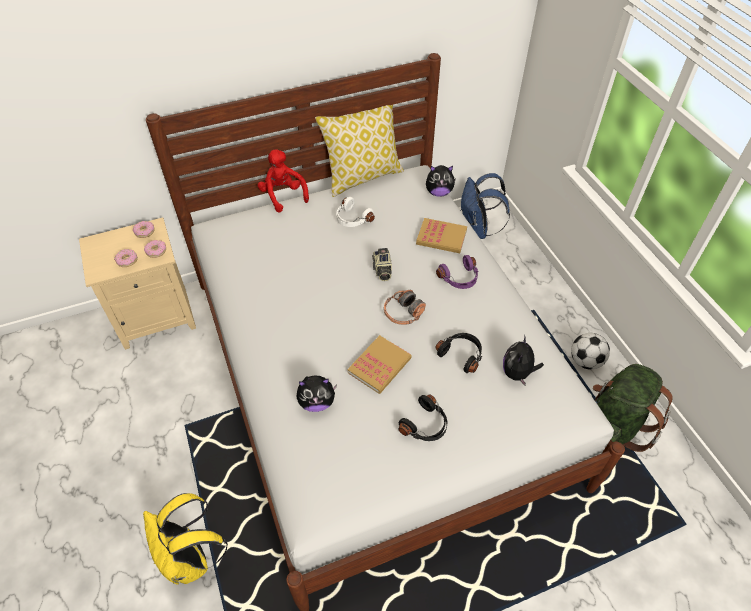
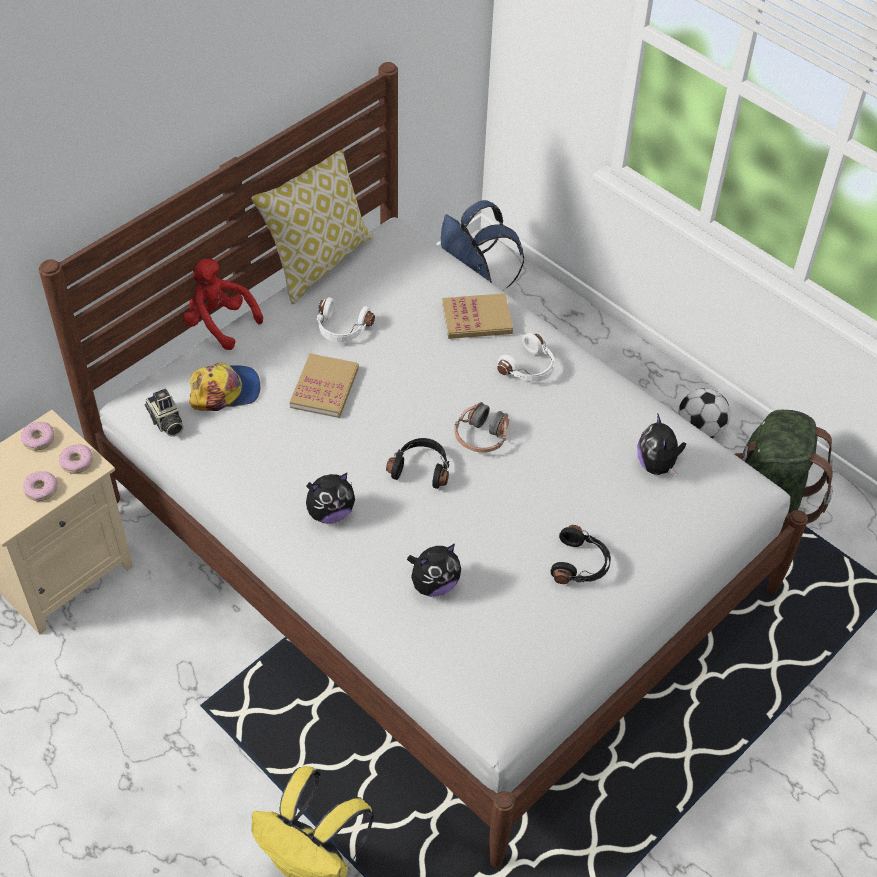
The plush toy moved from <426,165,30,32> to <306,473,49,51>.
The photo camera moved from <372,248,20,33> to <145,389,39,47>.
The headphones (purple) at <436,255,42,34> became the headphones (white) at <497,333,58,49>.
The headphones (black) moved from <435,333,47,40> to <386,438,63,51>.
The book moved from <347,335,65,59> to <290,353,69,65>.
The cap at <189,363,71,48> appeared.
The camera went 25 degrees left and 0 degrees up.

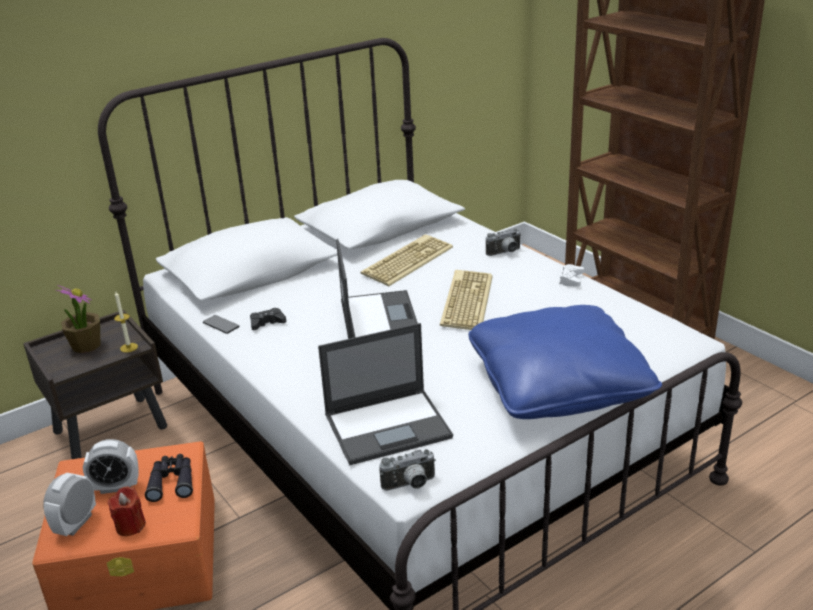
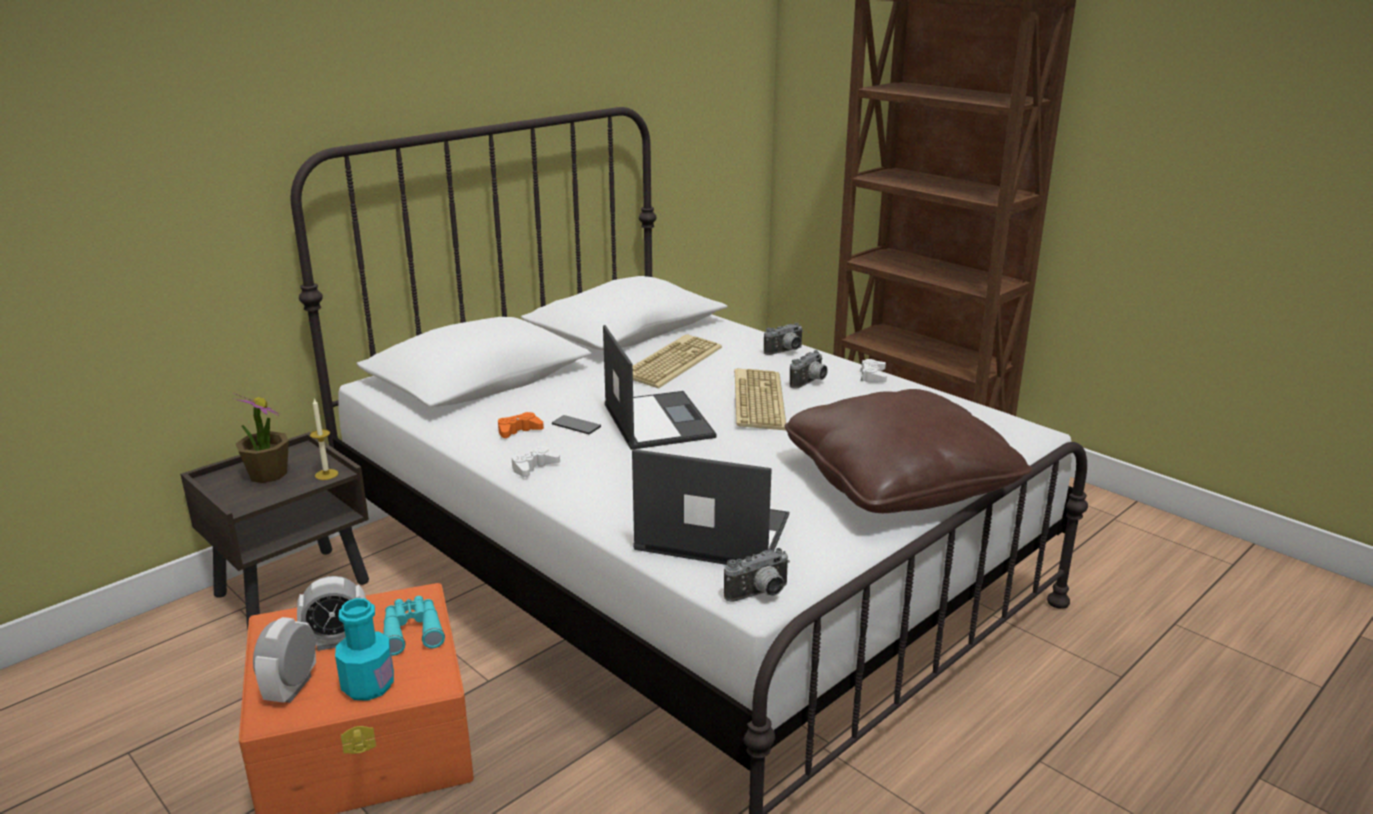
The pillow (blue) at <469,305,193,114> became the pillow (brown) at <785,389,247,124>.
The game controller (black) at <250,308,36,22> became the game controller (orange) at <498,412,46,26>.
The phone moved from <203,315,37,19> to <552,415,49,19>.
The laptop at <318,323,135,142> turned 135 degrees counterclockwise.
The binoculars (black) at <145,454,48,48> became the binoculars (turquoise) at <383,596,62,60>.
The candle (red) at <108,486,38,50> was replaced by the bottle (turquoise) at <335,598,59,103>.
The photo camera at <790,350,38,39> appeared.
The game controller (white) at <512,446,48,31> appeared.
The camera went 10 degrees left and 5 degrees down.

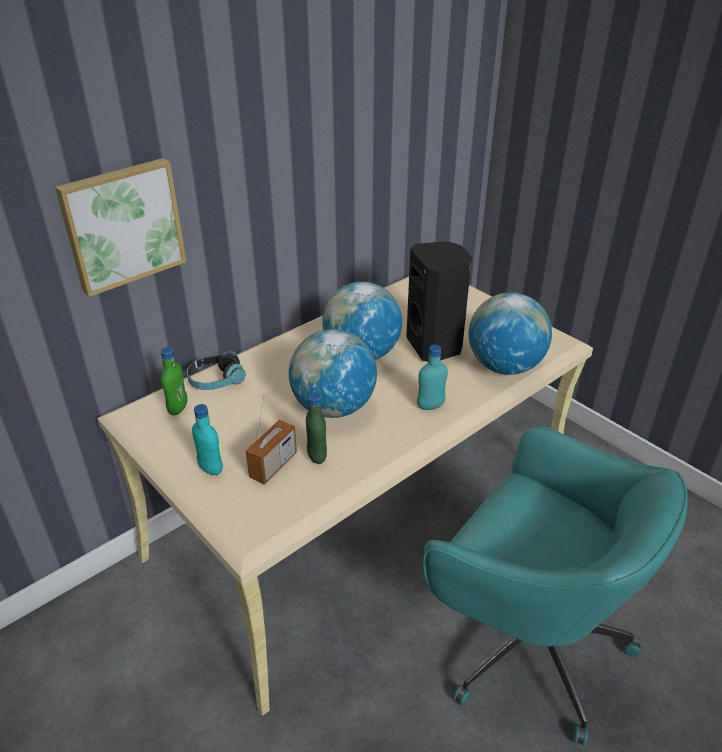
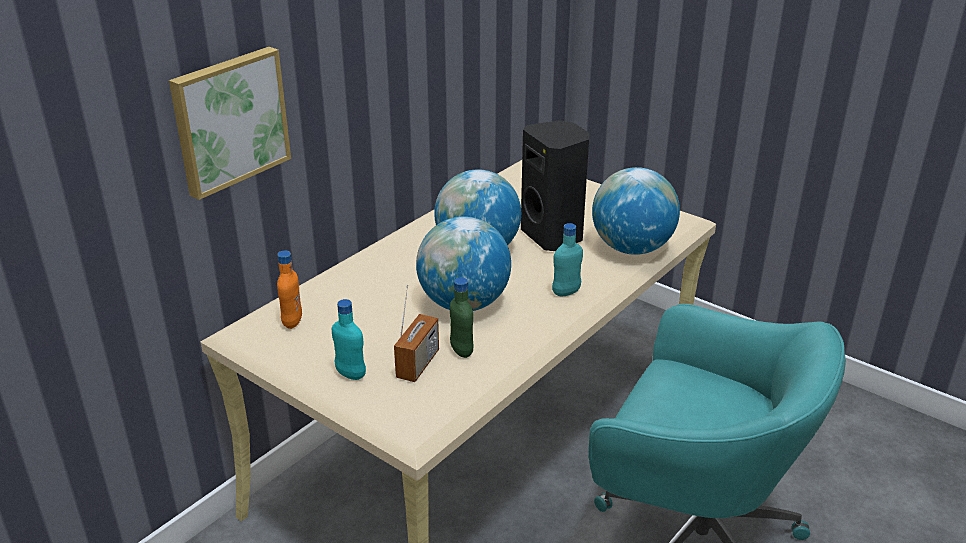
The bottle (green) at <161,347,26,68> became the bottle (orange) at <277,251,25,78>.
The headphones at <187,351,59,39> disappeared.
The camera went 10 degrees left and 5 degrees down.

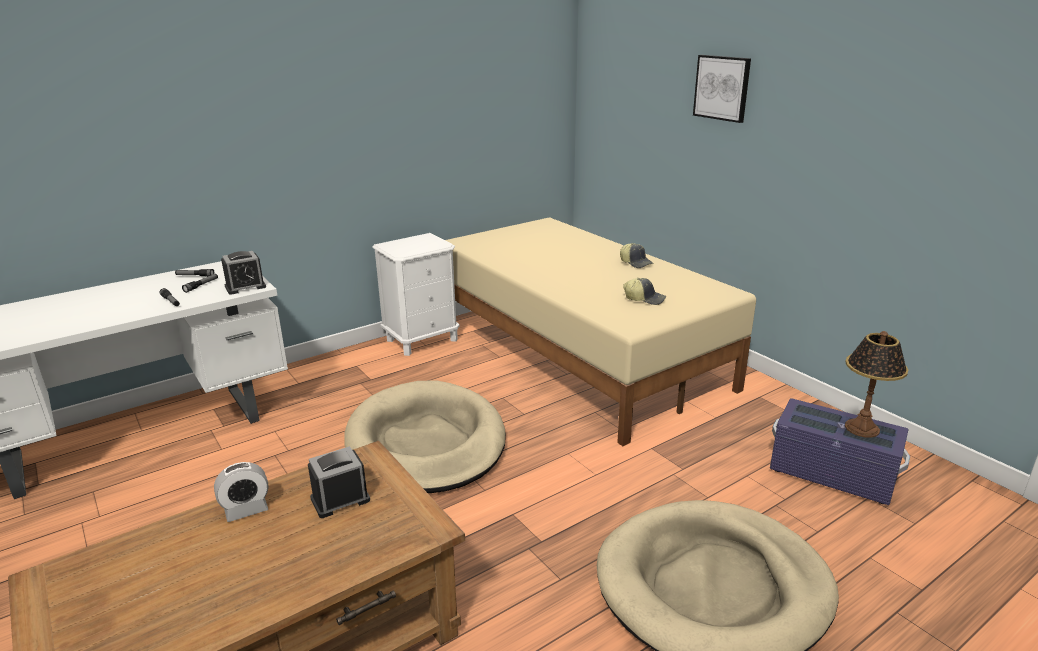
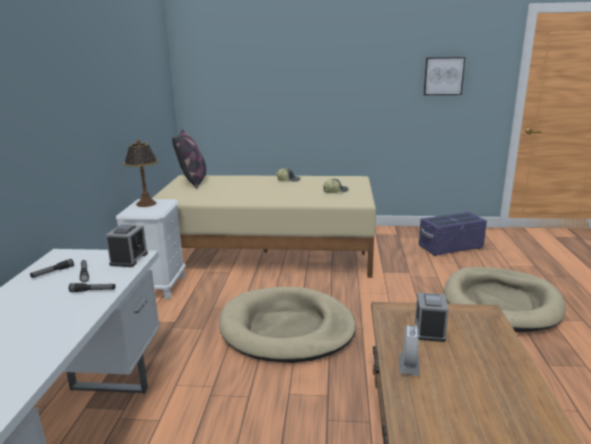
The picture moved from <693,55,58,68> to <424,57,41,38>.
The table lamp moved from <845,331,63,107> to <123,140,35,67>.
The pillow at <172,129,34,60> appeared.
The camera went 50 degrees left and 5 degrees down.

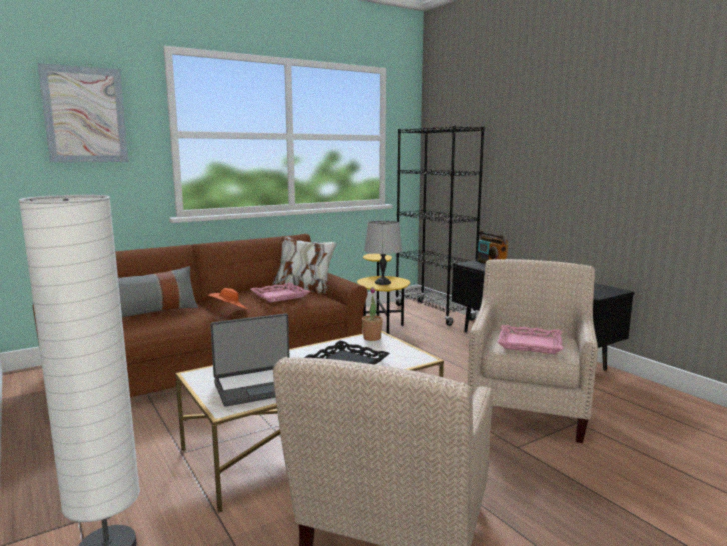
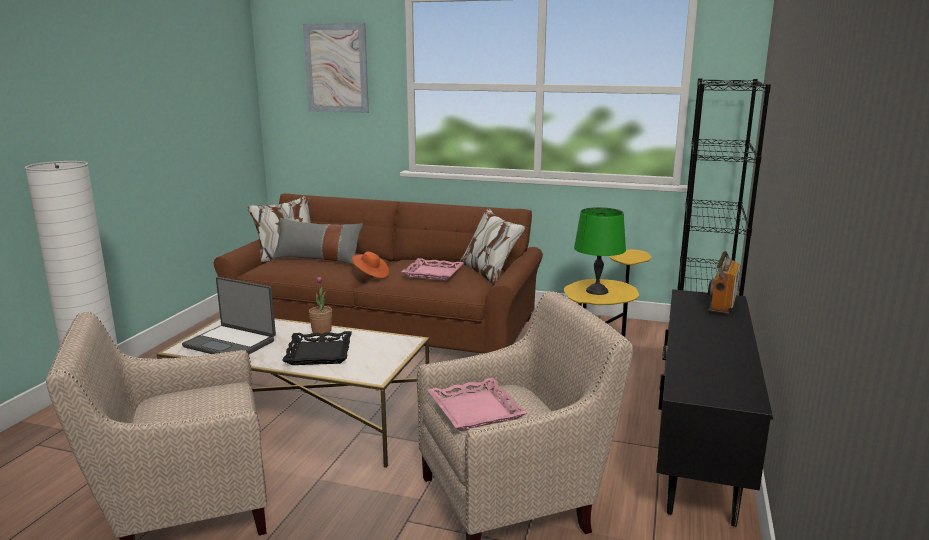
The table lamp (grey) at <364,221,38,64> became the table lamp (green) at <574,207,52,88>.
The potted plant moved from <362,287,21,54> to <309,277,23,57>.
The camera went 50 degrees right and 5 degrees up.

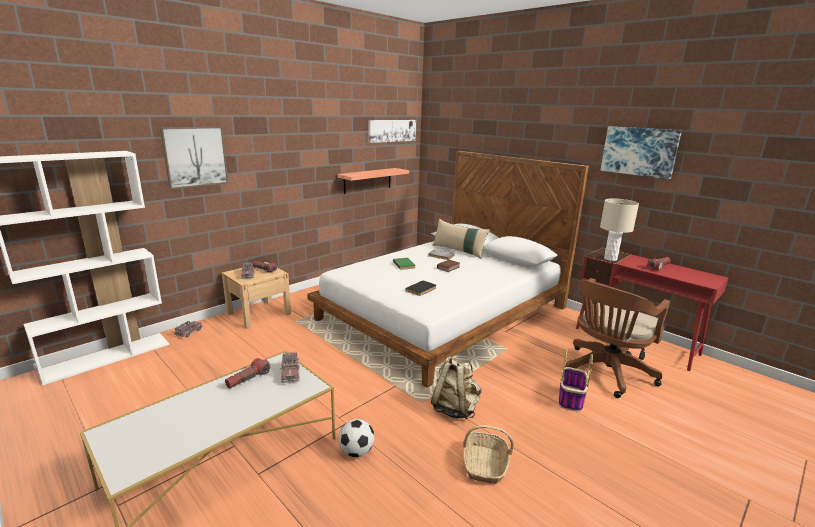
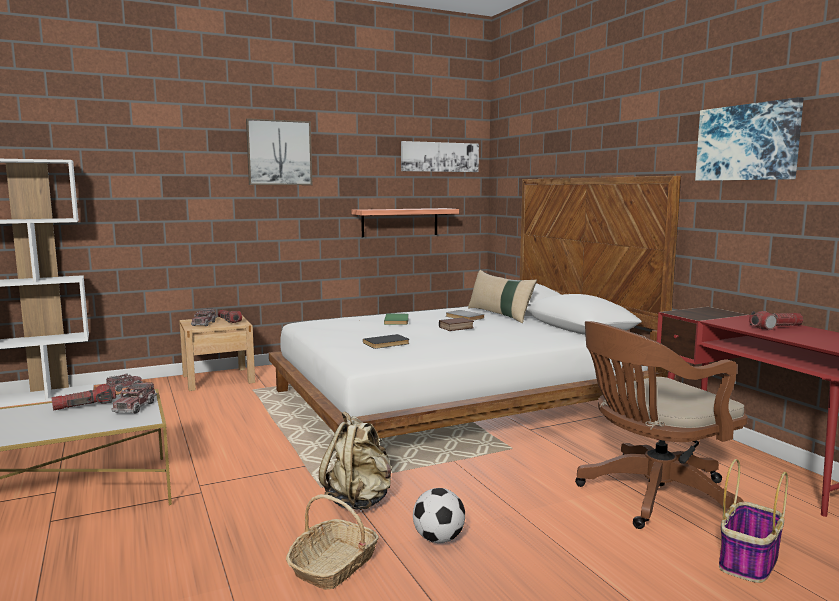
The picture moved from <160,127,68,62> to <246,118,66,67>.
The table lamp (beige) at <600,199,39,62> disappeared.
The basket moved from <559,348,34,64> to <719,459,69,124>.
The football moved from <339,419,35,38> to <413,488,52,55>.
The camera went 20 degrees right and 10 degrees down.

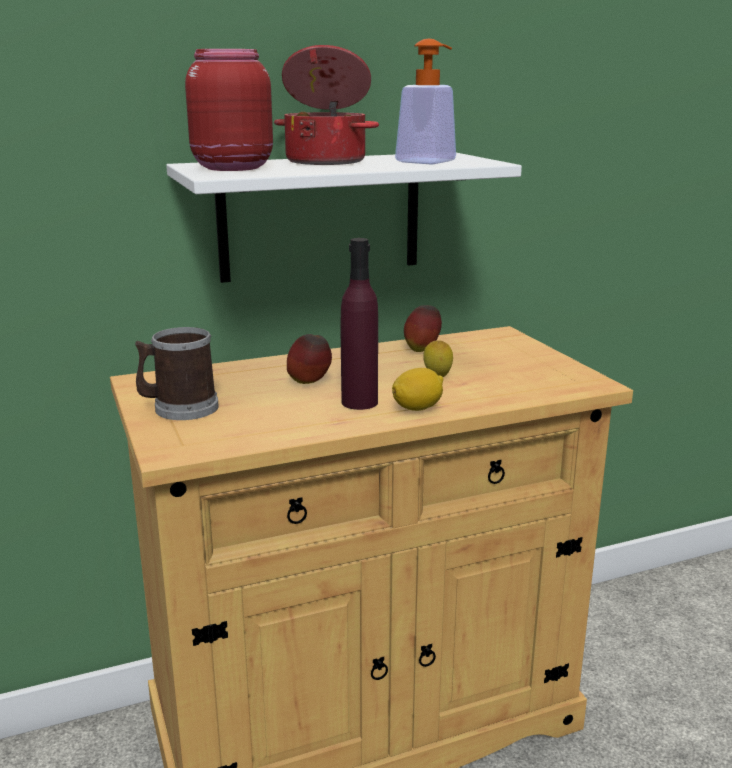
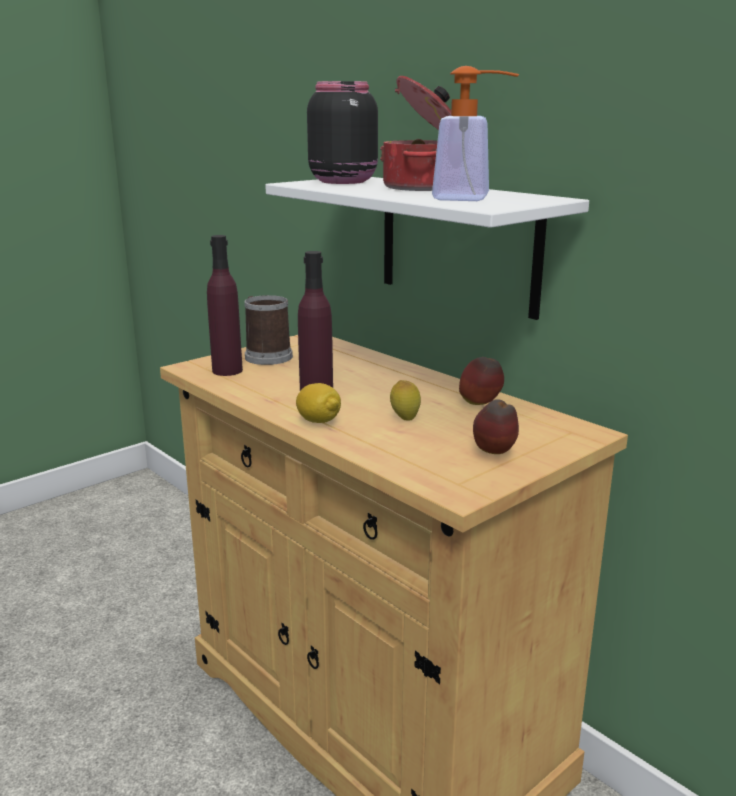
The jar (red) at <185,49,88,122> became the jar (black) at <307,81,71,103>.
The apple moved from <287,334,45,50> to <473,399,46,55>.
The bottle (purple) at <207,235,36,141> appeared.
The camera went 70 degrees right and 0 degrees up.

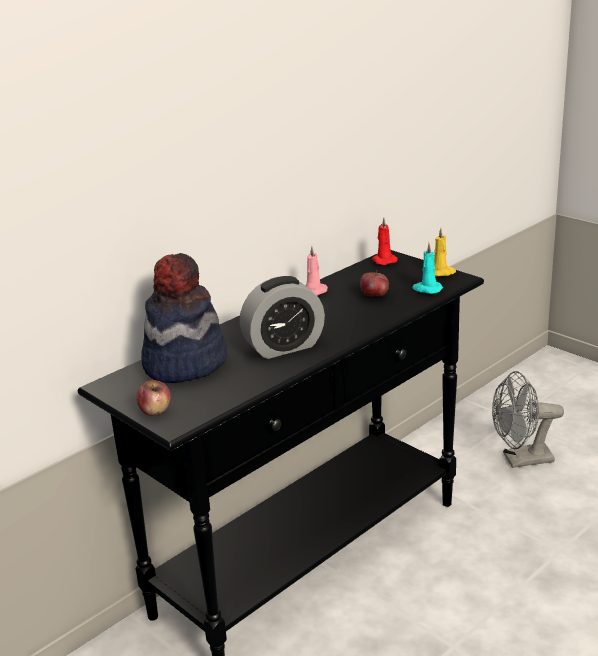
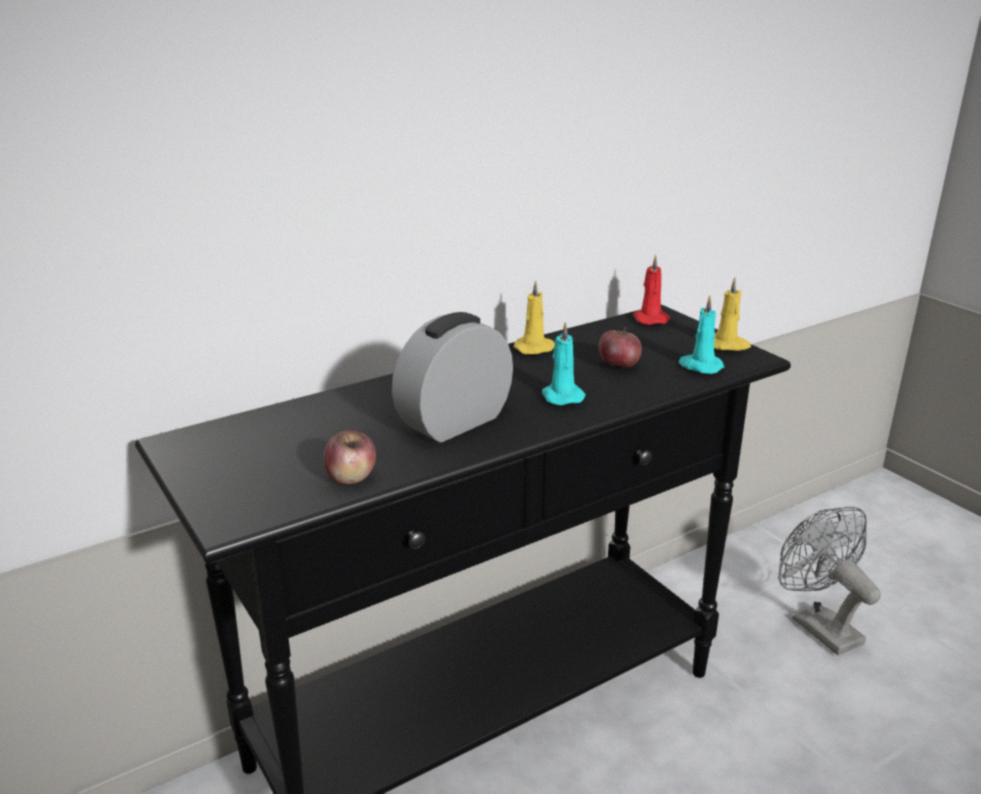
The candle (pink) at <305,246,23,50> became the candle (yellow) at <514,280,41,75>.
The hat at <141,253,86,130> disappeared.
The alarm clock at <240,276,85,83> turned 150 degrees clockwise.
The fan (grey) at <492,371,72,97> turned 60 degrees clockwise.
The apple moved from <136,380,35,36> to <323,430,53,54>.
The candle (turquoise) at <542,322,43,83> appeared.
The camera went 10 degrees right and 0 degrees up.

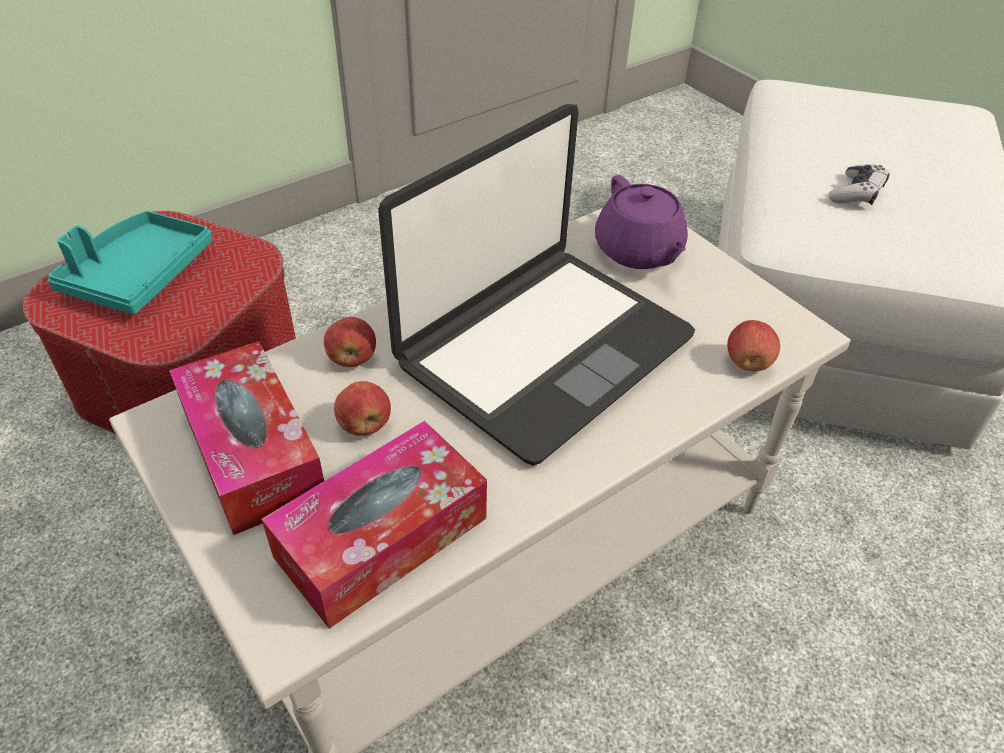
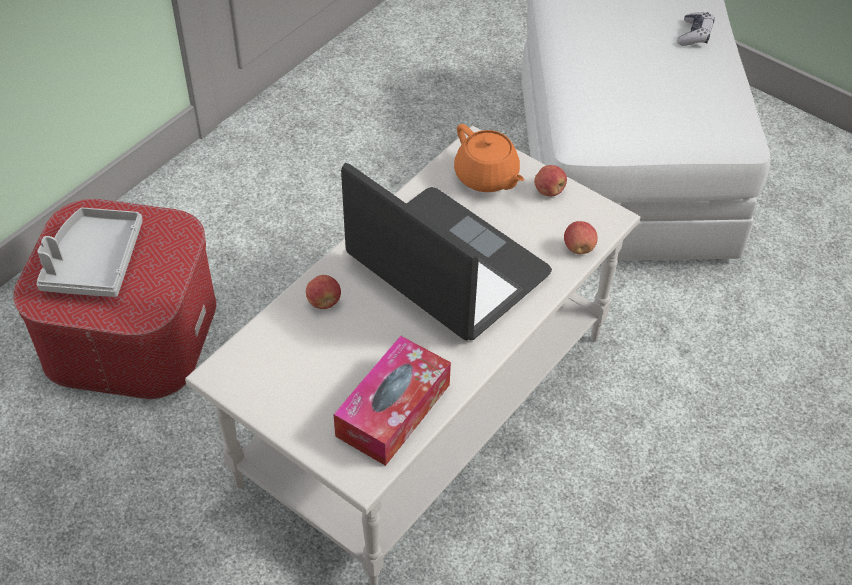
The laptop at <378,104,317,362> turned 75 degrees counterclockwise.
The game controller moved from <829,164,61,41> to <677,12,38,34>.
The teapot (purple) at <595,175,93,94> became the teapot (orange) at <454,124,70,68>.
The tray (turquoise) at <48,211,164,103> became the tray (grey) at <36,208,107,89>.
The tissue box at <169,341,155,194> disappeared.
The apple moved from <334,381,57,55> to <534,165,33,31>.
The camera went 15 degrees left and 5 degrees up.

